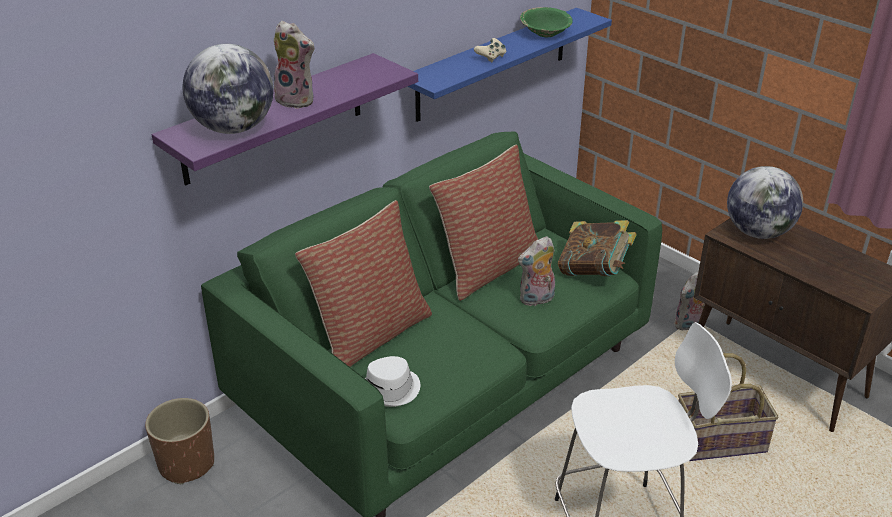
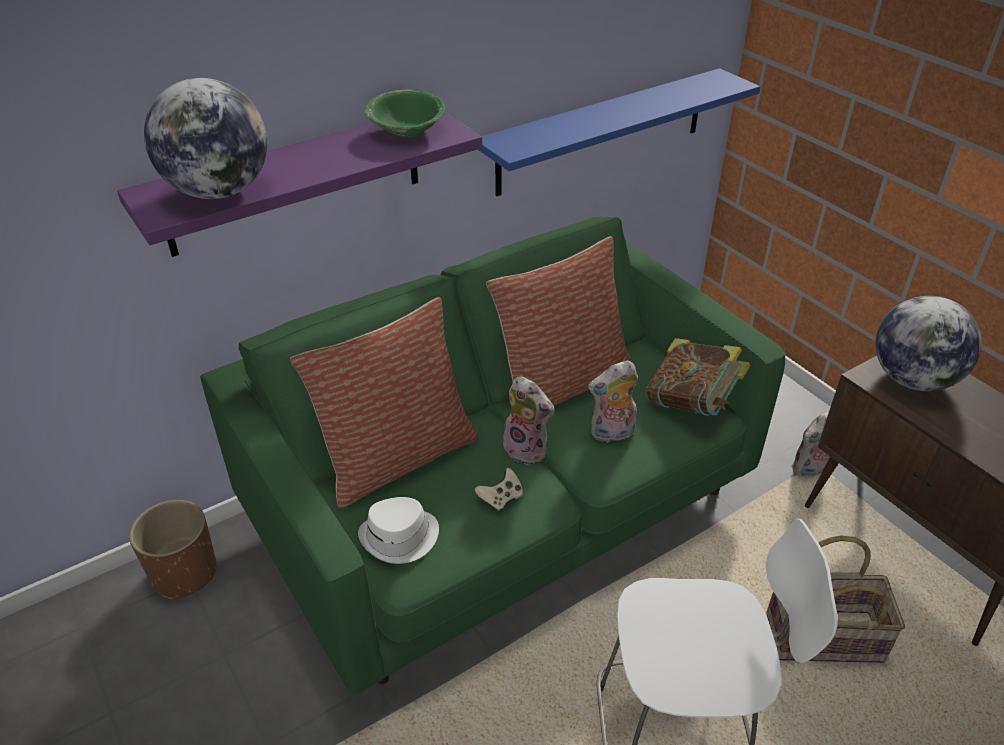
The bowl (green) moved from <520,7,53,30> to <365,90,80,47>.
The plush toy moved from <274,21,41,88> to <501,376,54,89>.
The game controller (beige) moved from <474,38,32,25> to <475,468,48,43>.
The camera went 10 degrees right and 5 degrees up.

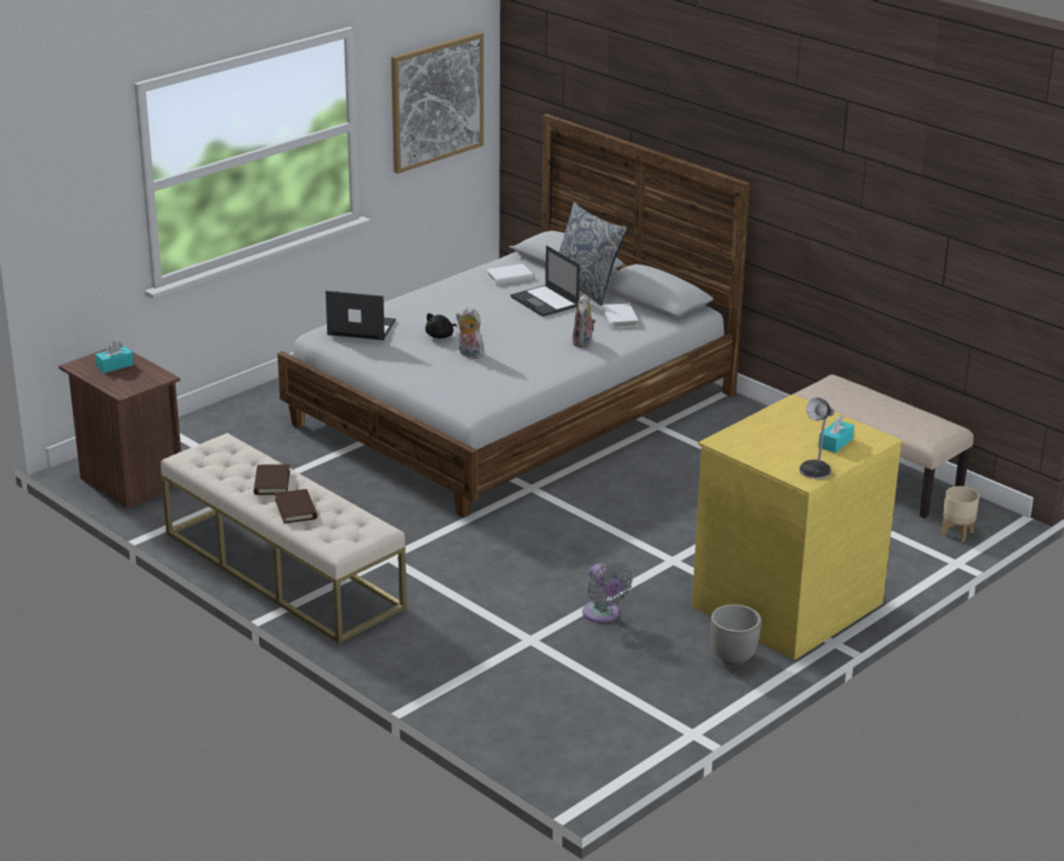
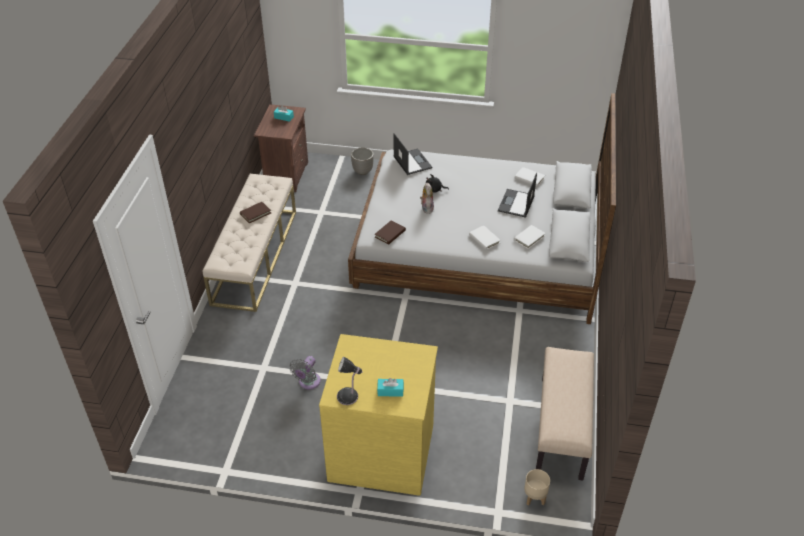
The picture at <391,32,93,142> disappeared.
The pillow at <559,202,69,104> disappeared.
The plush toy at <572,295,24,53> was replaced by the book (white) at <469,225,32,25>.
The book (brown) moved from <275,489,42,35> to <374,220,32,25>.
The planter moved from <711,604,50,62> to <351,147,23,28>.
The camera went 55 degrees right and 15 degrees up.

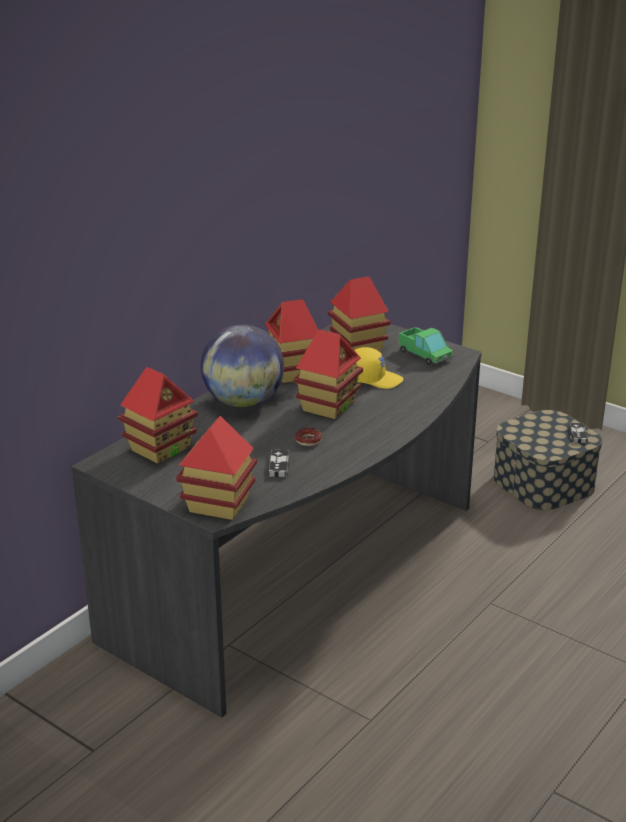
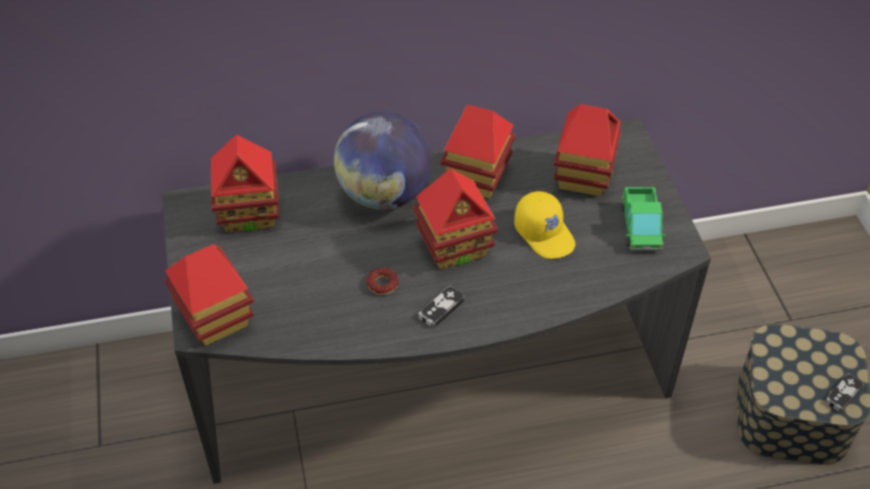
The game controller moved from <269,450,20,27> to <418,285,47,44>.
The camera went 40 degrees right and 20 degrees up.

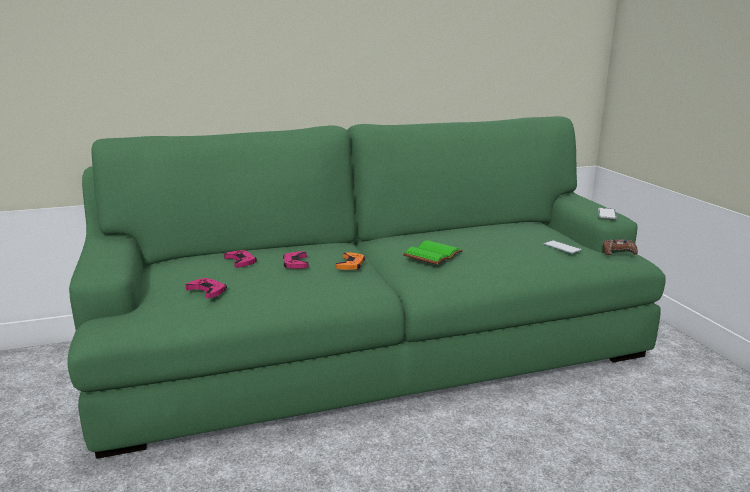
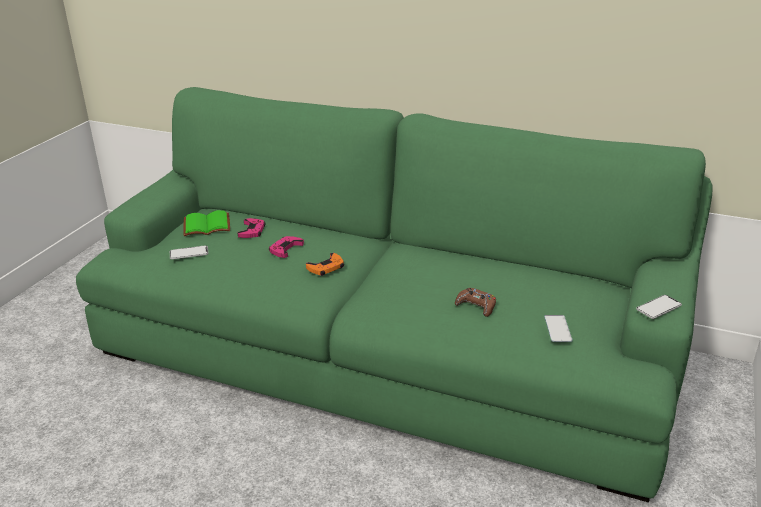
The game controller (brown) moved from <603,239,35,16> to <455,288,41,29>.
The book (green) moved from <403,240,59,25> to <183,210,47,26>.
The game controller (pink) at <186,278,41,20> was replaced by the phone at <170,245,38,15>.
The camera went 40 degrees right and 10 degrees up.

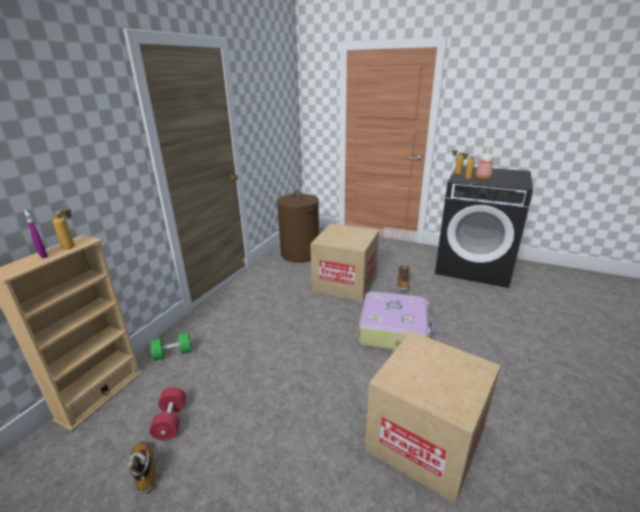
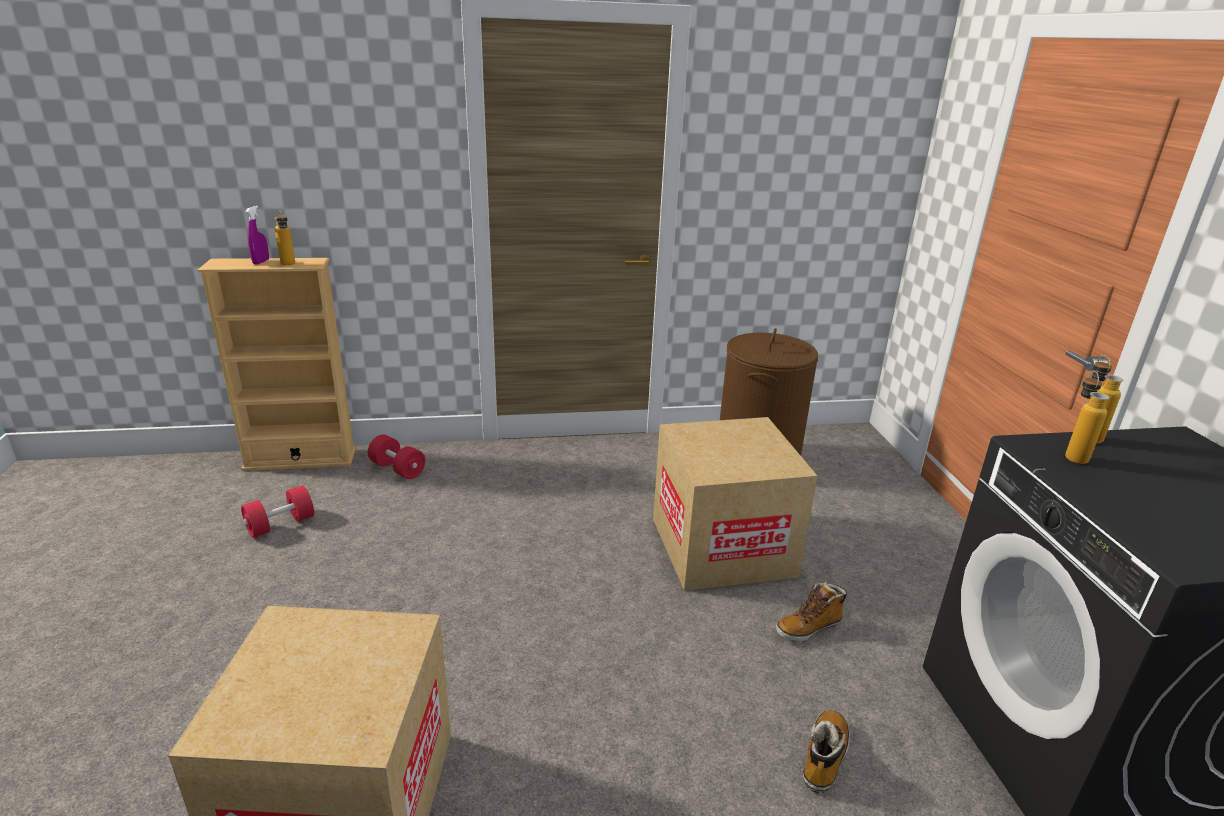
The bottle at <475,146,18,34> disappeared.
The suitcase at <358,292,77,58> disappeared.
The dumbbell (green) at <150,332,42,29> became the dumbbell (red) at <368,434,57,45>.
The boot moved from <127,442,29,52> to <803,710,46,83>.
The camera went 55 degrees right and 0 degrees up.

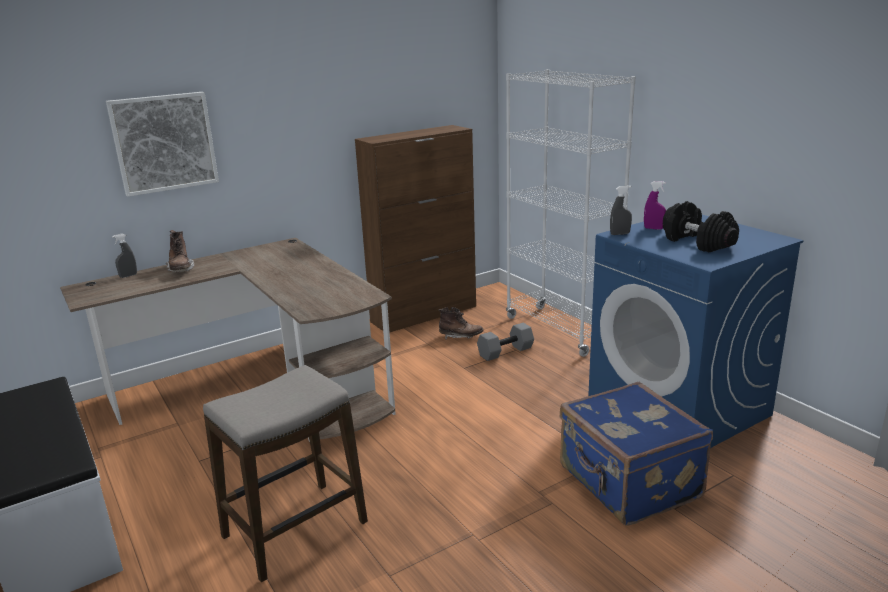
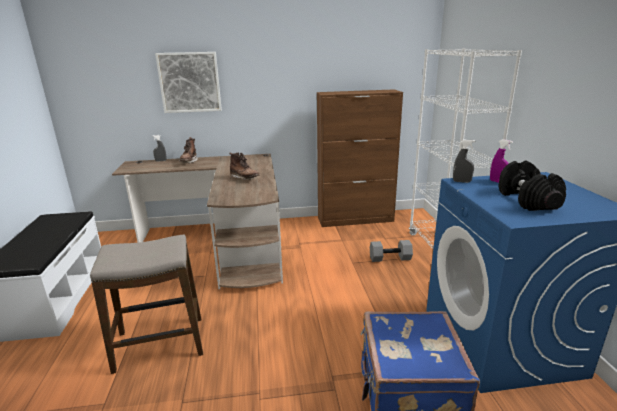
The boot (brown) moved from <438,307,45,32> to <229,153,31,27>.
The camera went 25 degrees right and 0 degrees up.

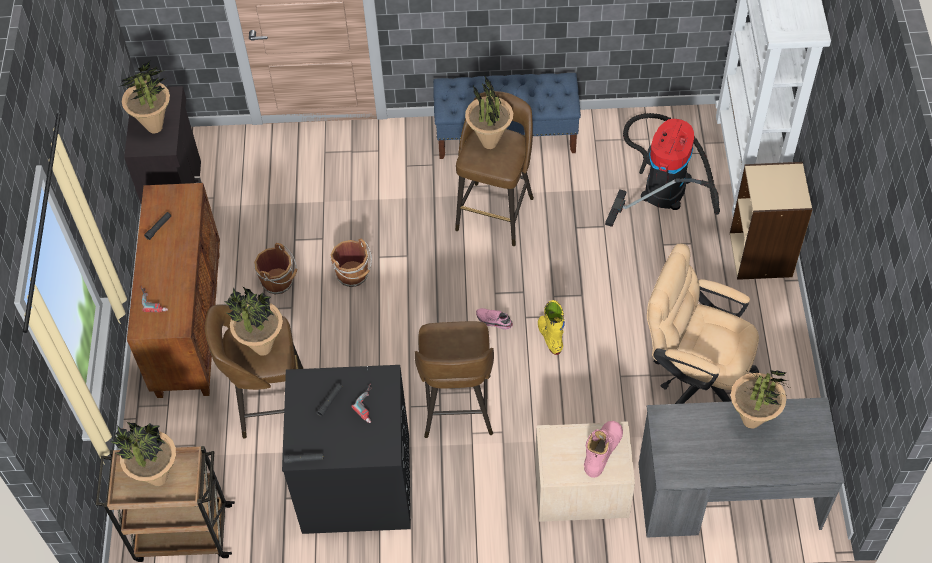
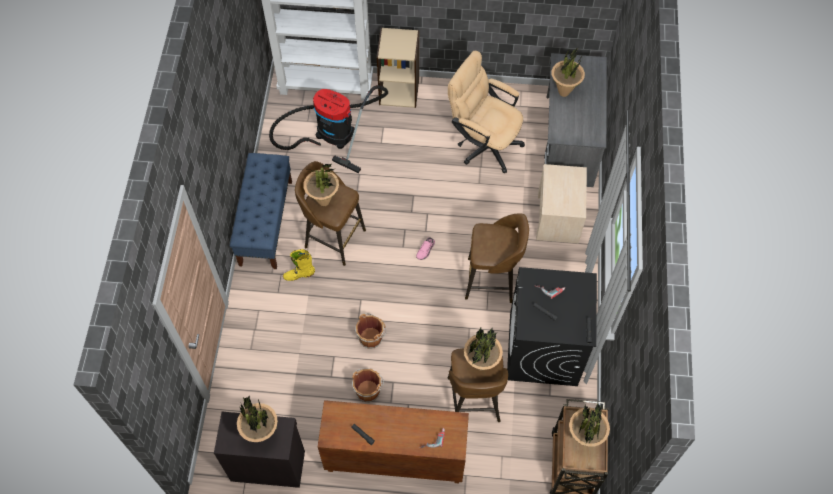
The office chair (beige) at <647,243,112,161> turned 90 degrees clockwise.
The boot (yellow) moved from <538,300,27,55> to <283,249,32,32>.
The boot (pink) at <584,421,39,57> disappeared.
The camera went 85 degrees left and 5 degrees up.

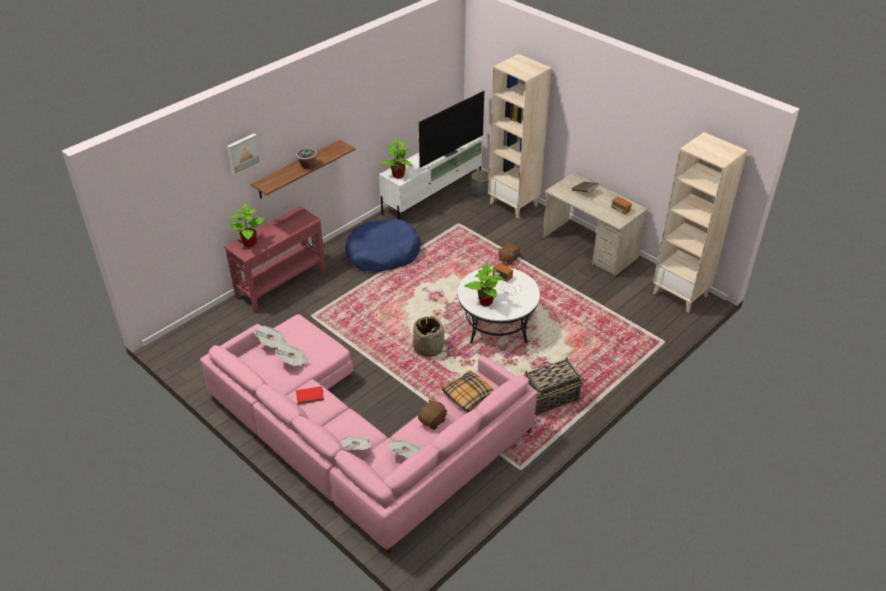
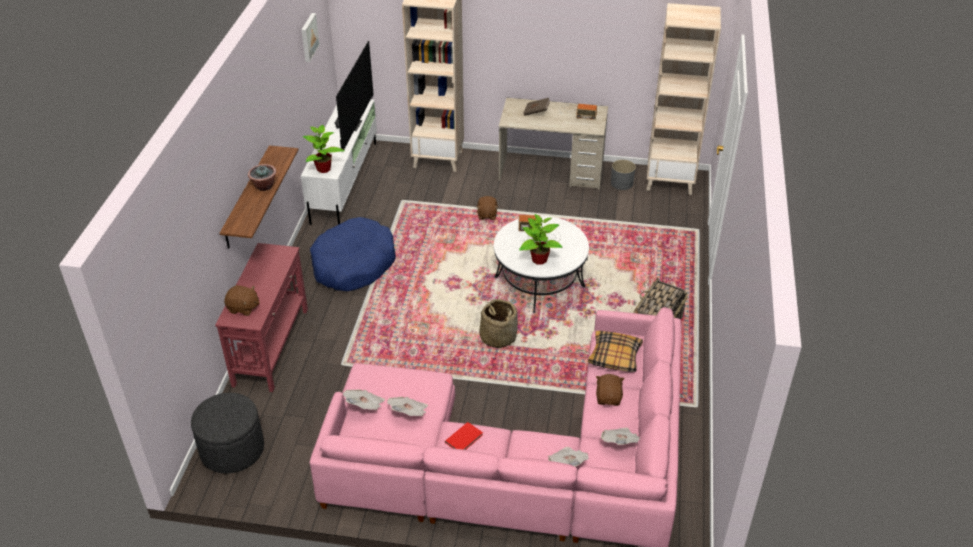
The picture moved from <227,133,34,43> to <301,13,19,49>.
The planter (grey) moved from <471,171,18,24> to <611,160,25,30>.
The potted plant at <229,203,37,44> was replaced by the plush toy (brown) at <224,285,36,31>.
The ottoman (grey) at <191,393,73,80> appeared.
The camera went 35 degrees left and 0 degrees up.

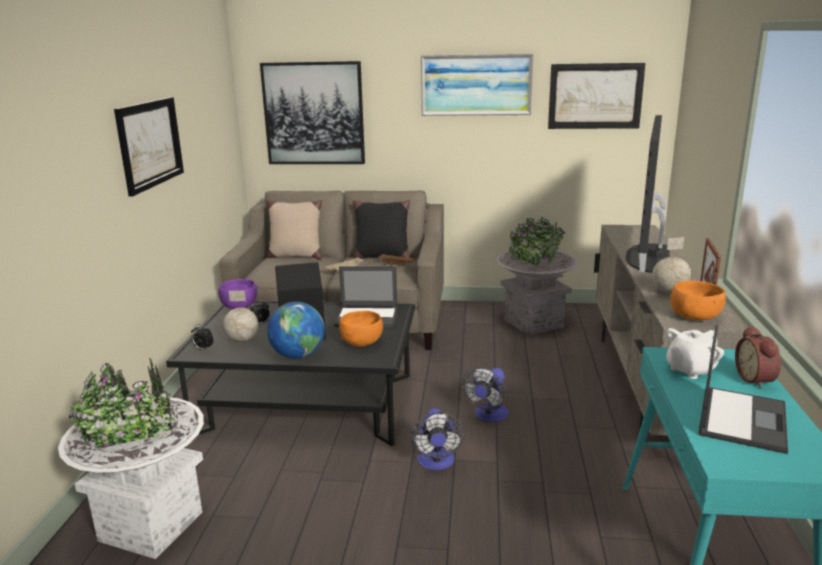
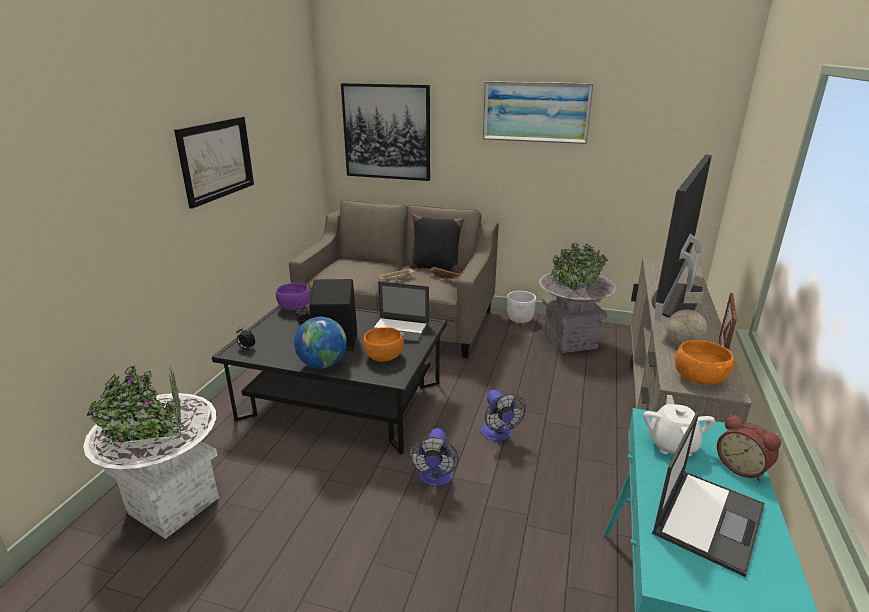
The picture at <548,63,98,66> disappeared.
The pillow (beige) at <266,200,56,60> disappeared.
The globe at <223,291,35,51> disappeared.
The alarm clock at <735,326,46,63> turned 45 degrees counterclockwise.
The teapot (white) at <666,328,58,51> turned 120 degrees clockwise.
The fan at <463,367,45,55> turned 60 degrees counterclockwise.
The planter (white) at <507,291,29,32> appeared.
The camera went 10 degrees right and 5 degrees up.

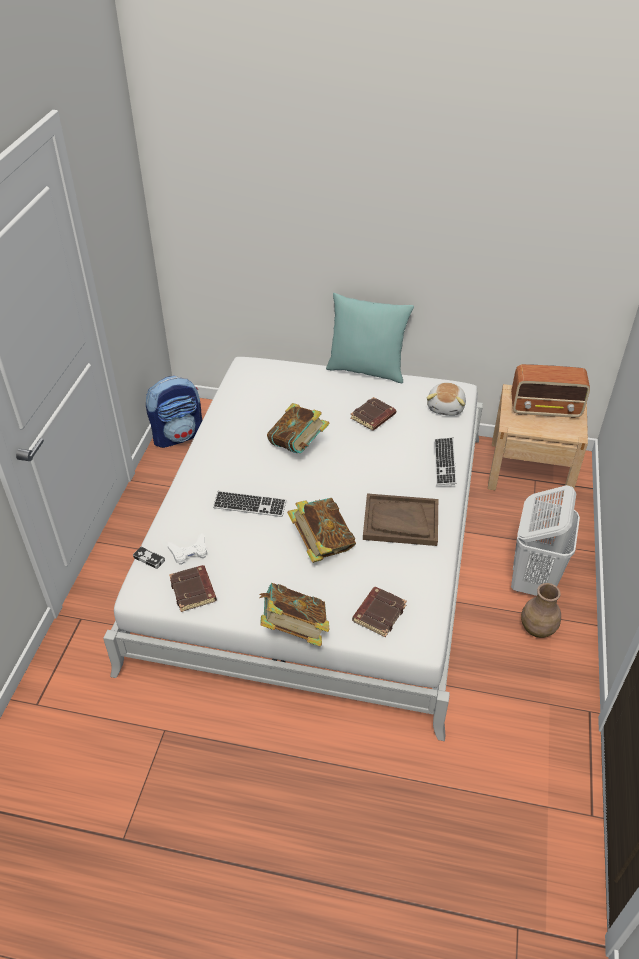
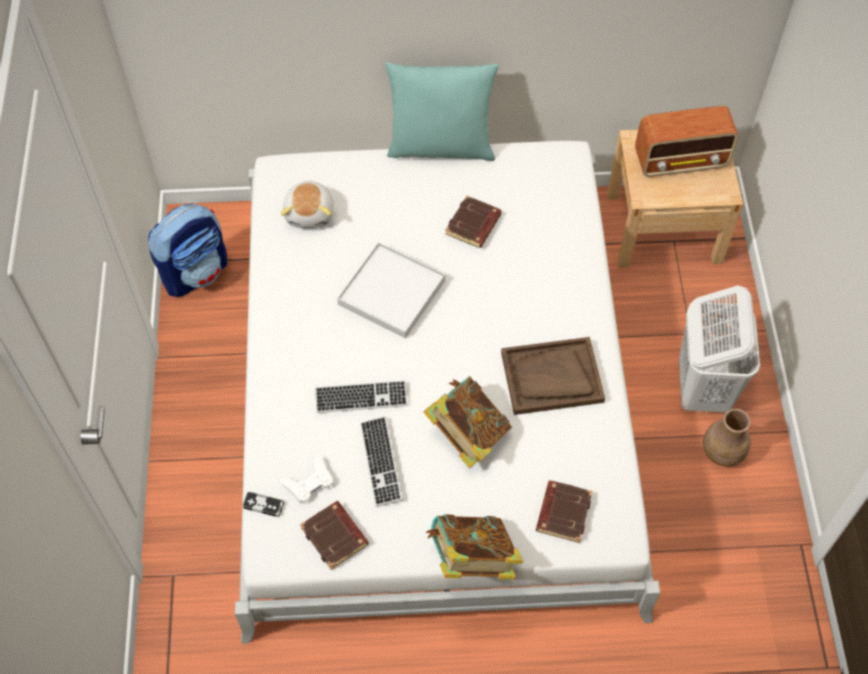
The plush toy moved from <427,383,39,33> to <281,180,53,48>.
The book at <267,403,63,50> was replaced by the tray (white) at <337,242,108,96>.
The keyboard moved from <434,438,23,47> to <360,416,43,91>.
The camera went 15 degrees left and 15 degrees up.

